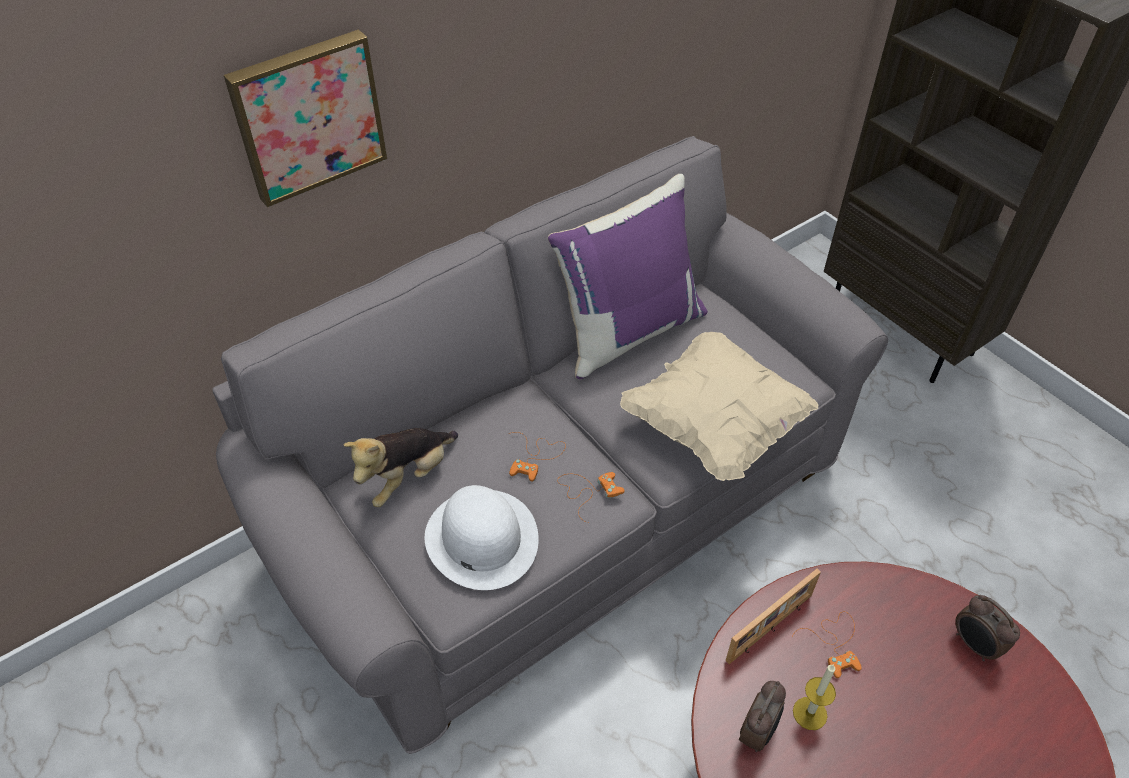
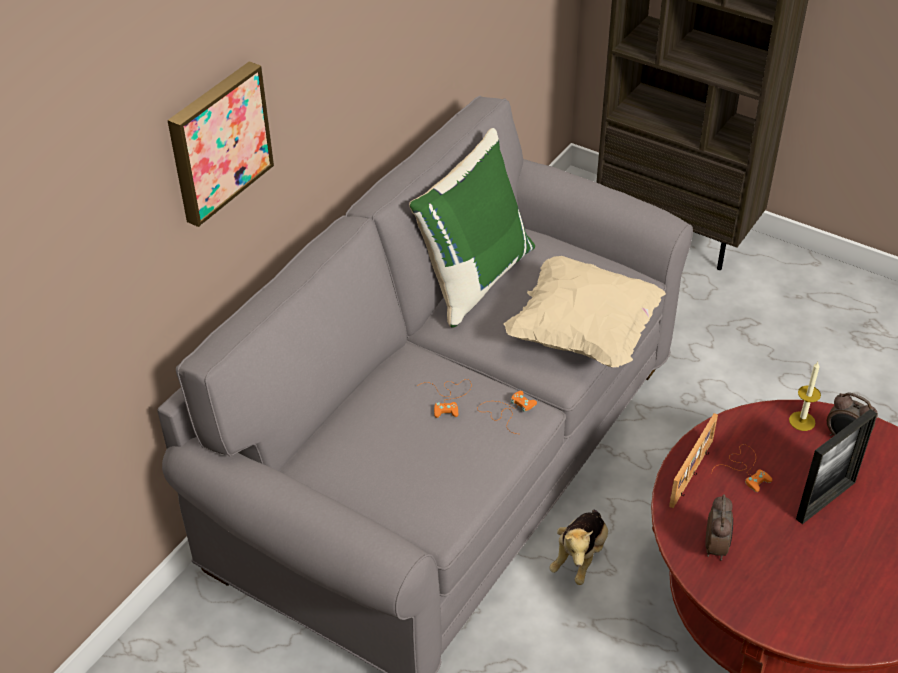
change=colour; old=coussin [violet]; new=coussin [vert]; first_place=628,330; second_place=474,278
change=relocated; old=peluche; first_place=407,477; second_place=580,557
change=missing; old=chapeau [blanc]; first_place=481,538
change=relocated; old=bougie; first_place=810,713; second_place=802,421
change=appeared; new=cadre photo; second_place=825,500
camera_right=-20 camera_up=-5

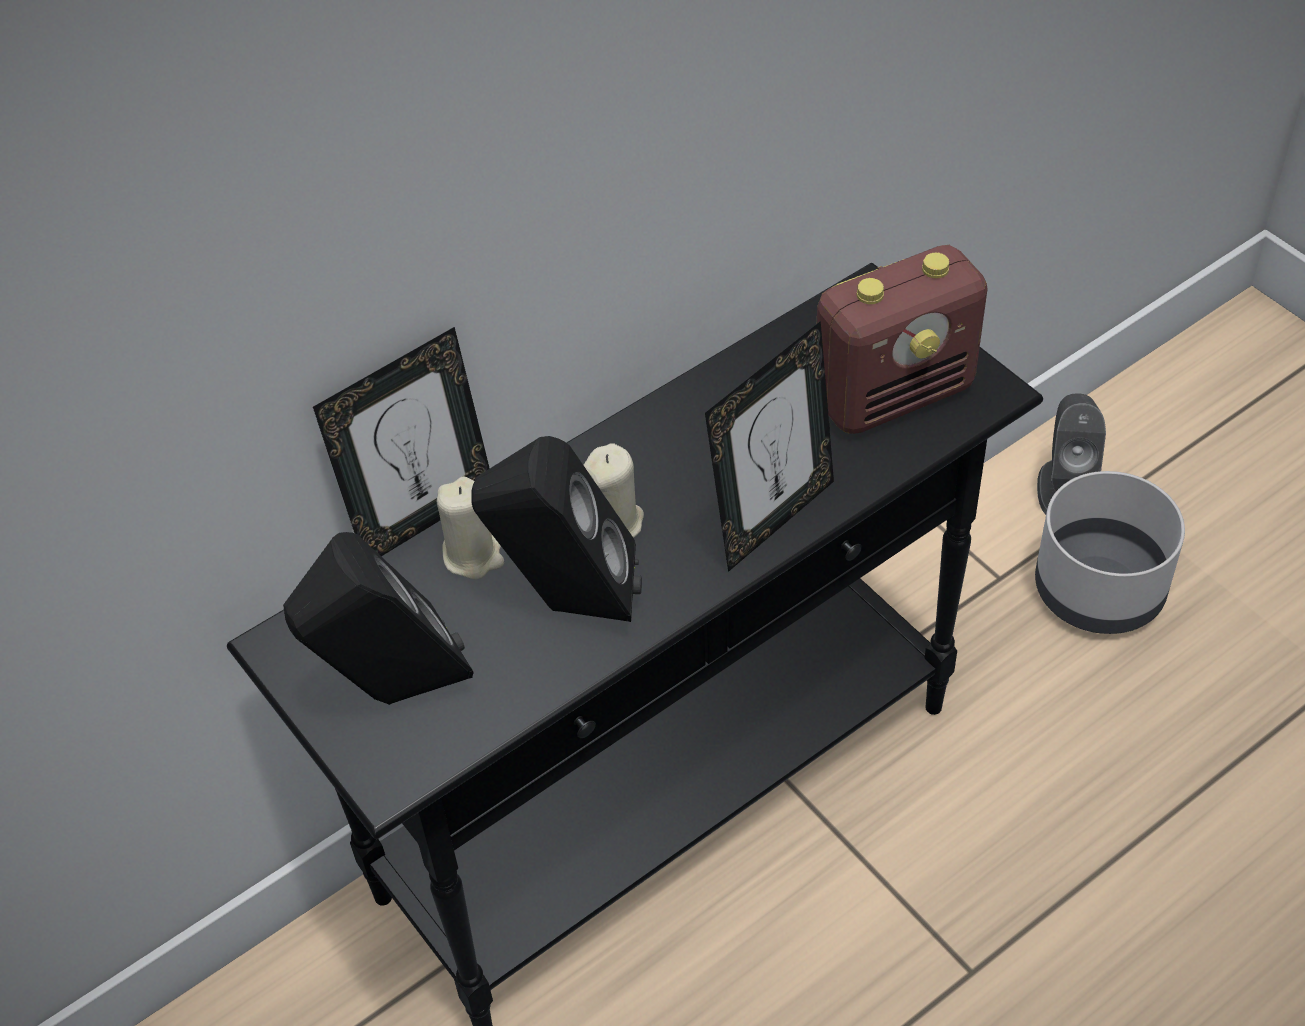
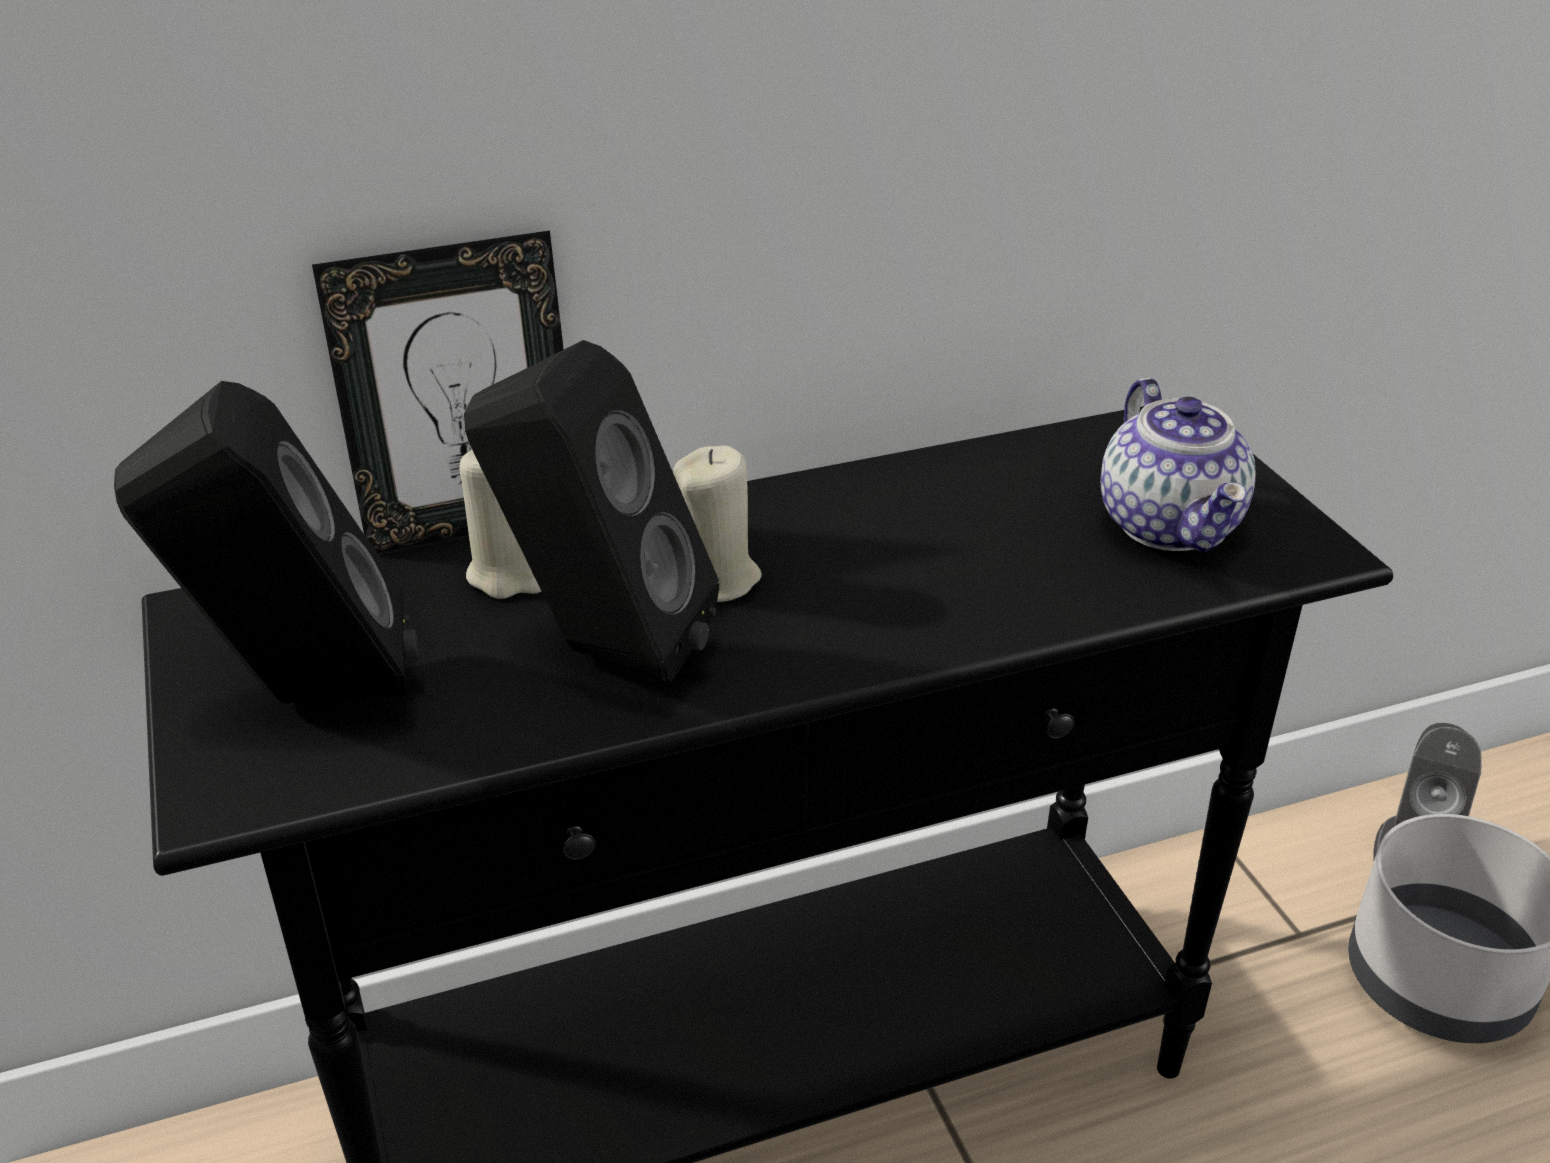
change=exchanged; old=radio; new=théière; first_place=894,394; second_place=1171,525
change=missing; old=cadre photo; first_place=772,518
camera_right=15 camera_up=-15

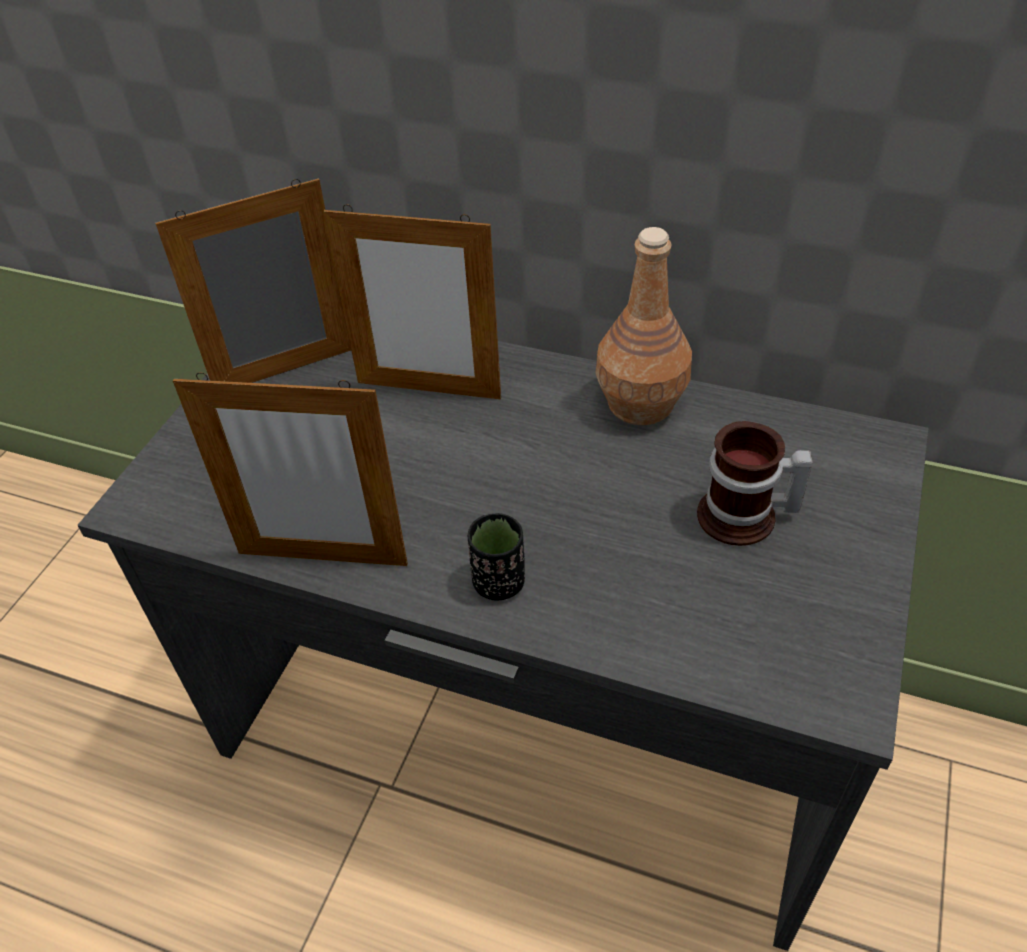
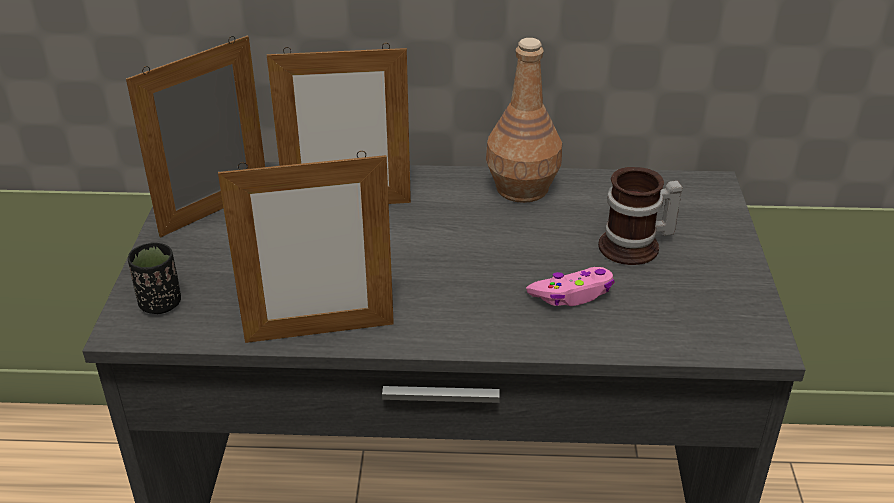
change=relocated; old=tasse [noir]; first_place=499,582; second_place=160,304
change=appeared; new=manette [rose]; second_place=573,294
camera_right=-20 camera_up=-10

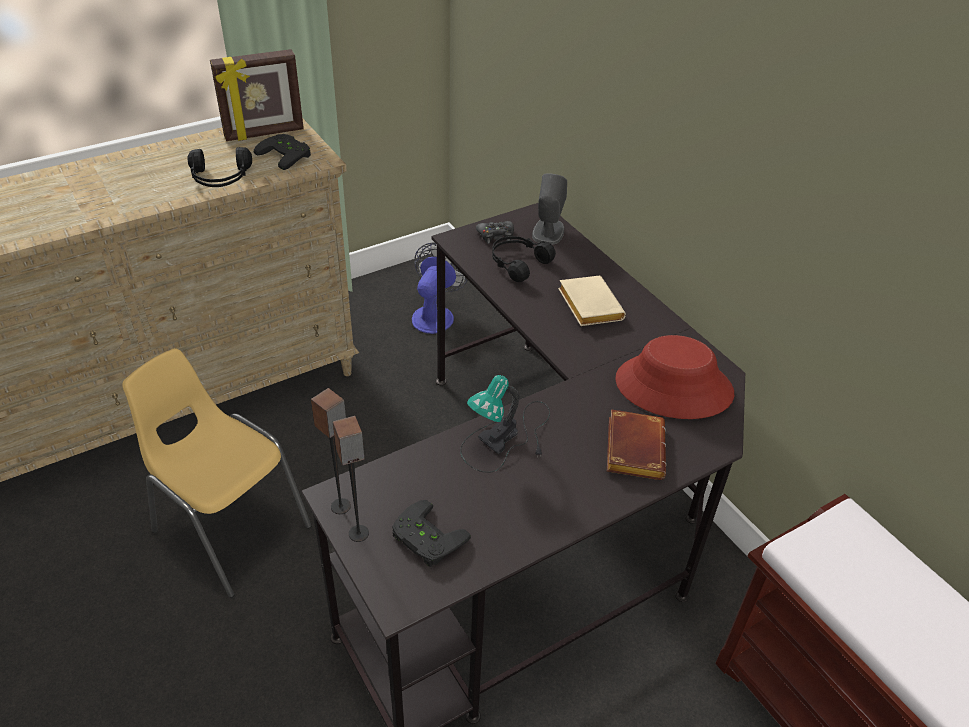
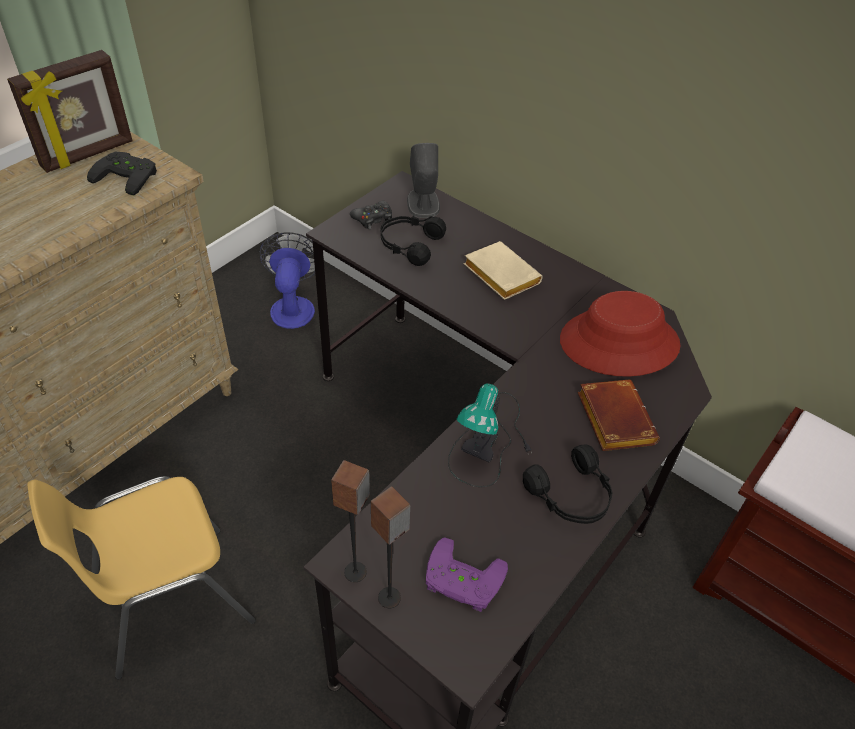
change=relocated; old=casque audio [noir]; first_place=220,178; second_place=571,496
change=spun; old=chaise [jaune]; first_place=230,528; second_place=170,601; degrees=-45
change=colour; old=manette [noir]; new=manette [violet]; first_place=425,539; second_place=461,582
camera_right=-20 camera_up=5

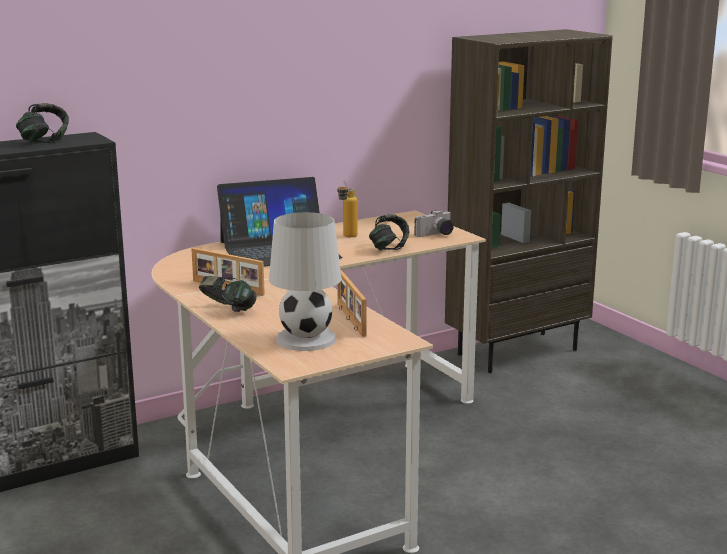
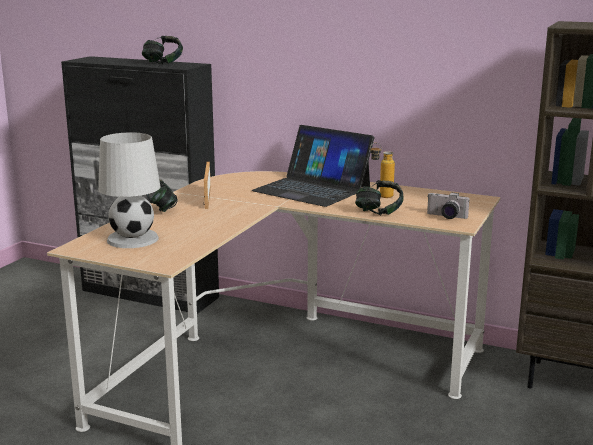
change=missing; old=cadre photo; first_place=349,319
camera_right=55 camera_up=0

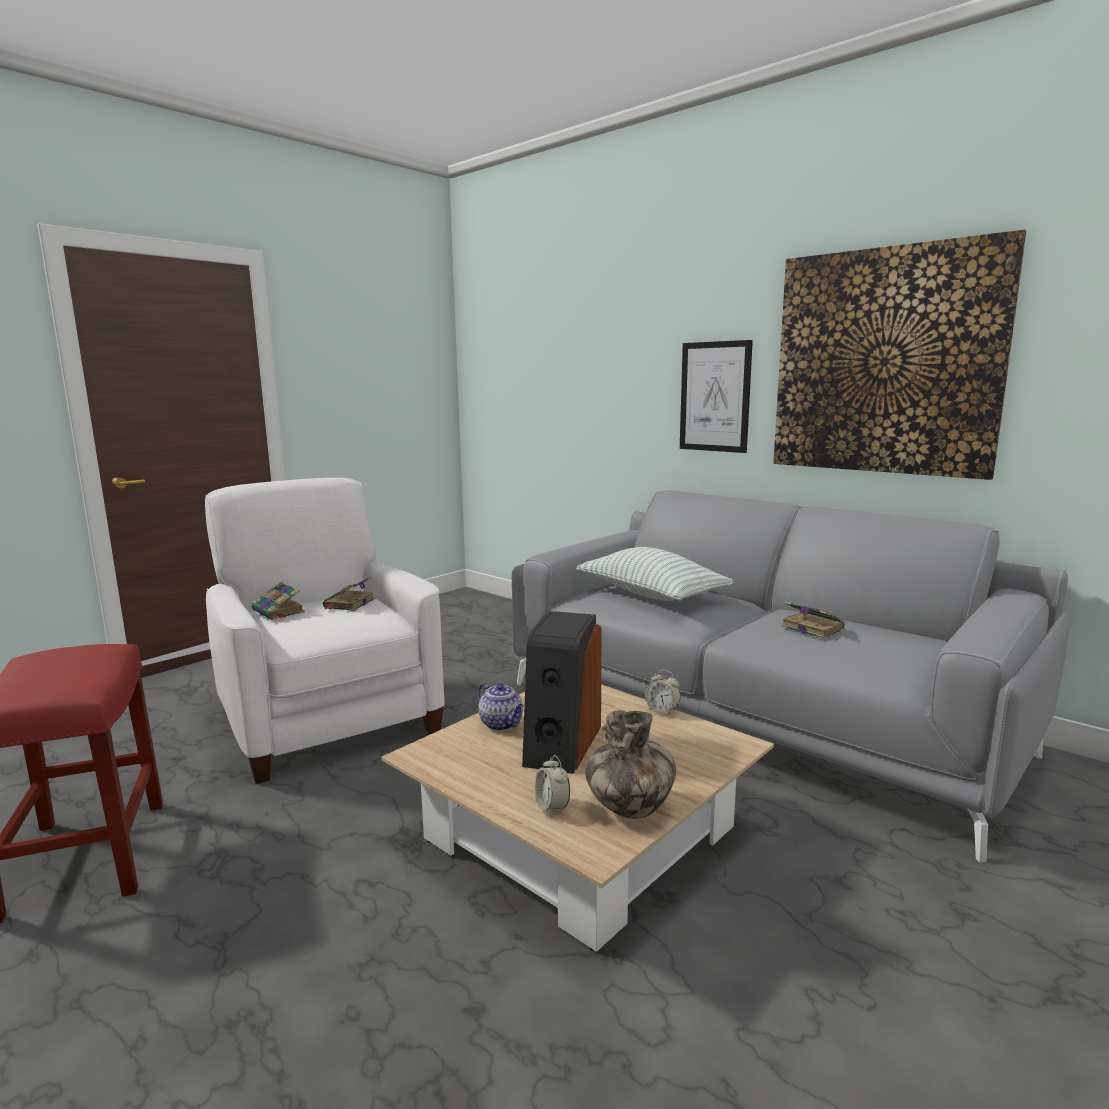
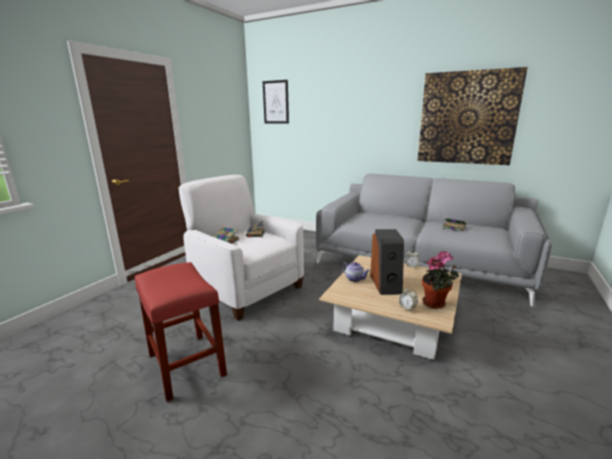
change=relocated; old=tableau; first_place=714,397; second_place=276,102
change=missing; old=coussin; first_place=651,595
change=exchanged; old=vase; new=plante en pot; first_place=631,808; second_place=436,304
camera_right=-15 camera_up=5

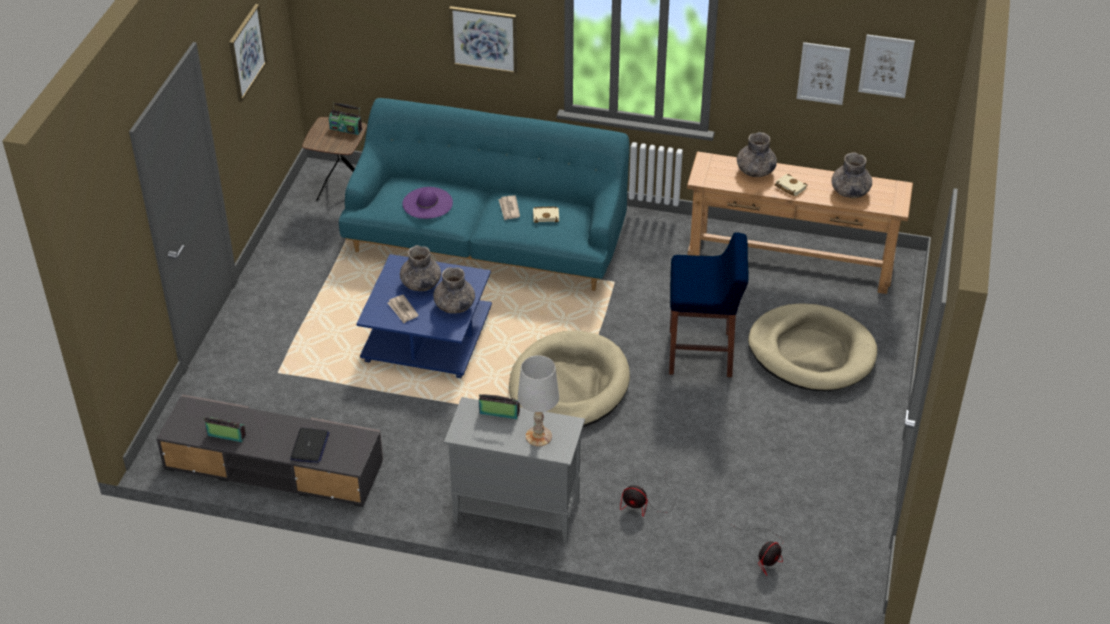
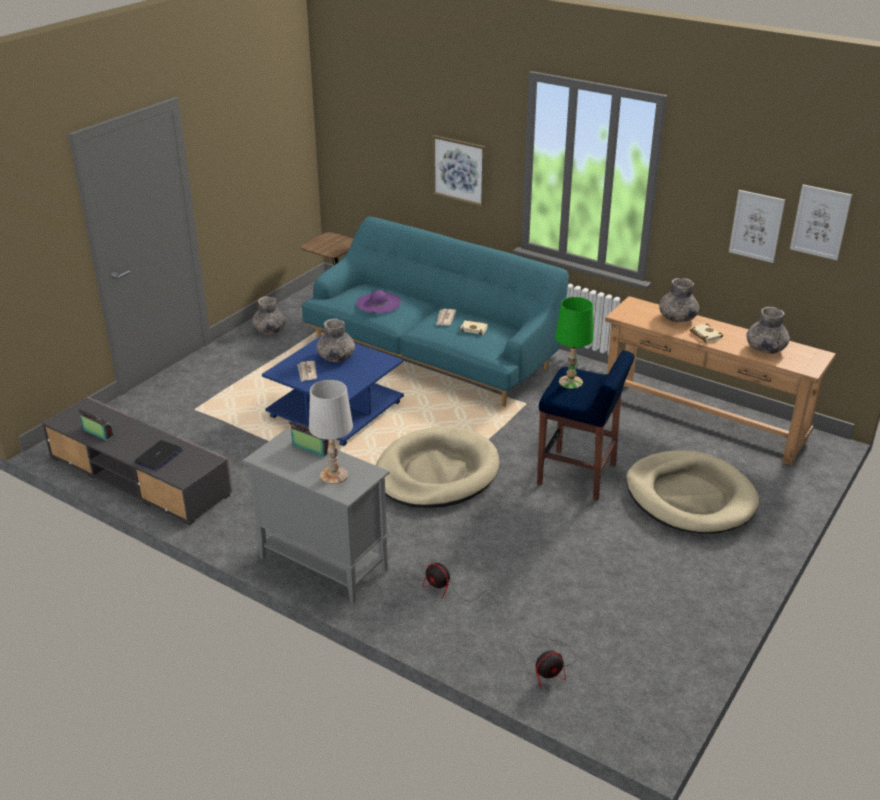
change=missing; old=tableau; first_place=246,52
change=missing; old=radio; first_place=346,128
change=relocated; old=vase [gris]; first_place=454,305; second_place=269,330
change=appeared; new=lampe de table [vert]; second_place=570,382
camera_right=20 camera_up=-10

